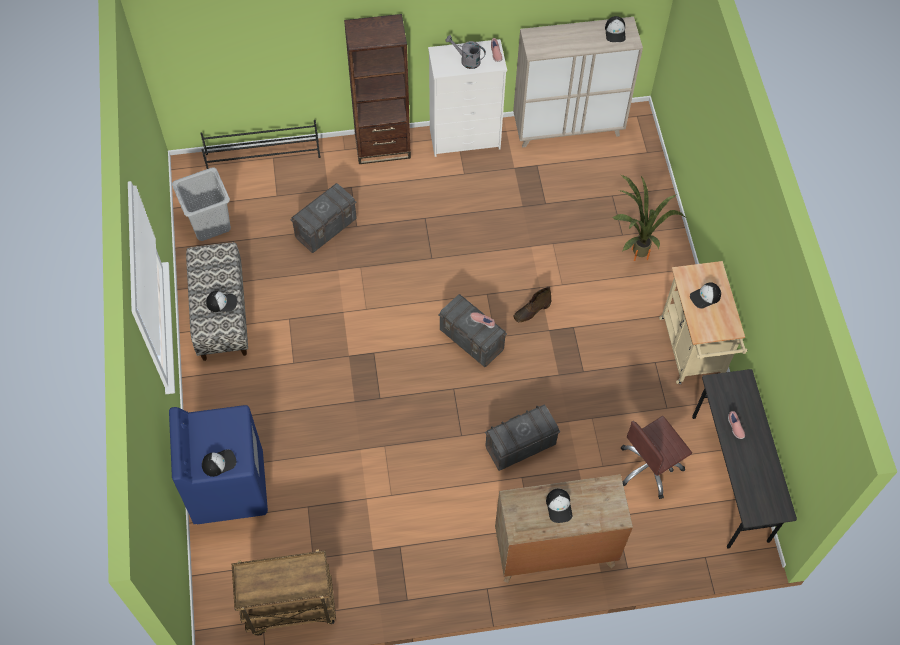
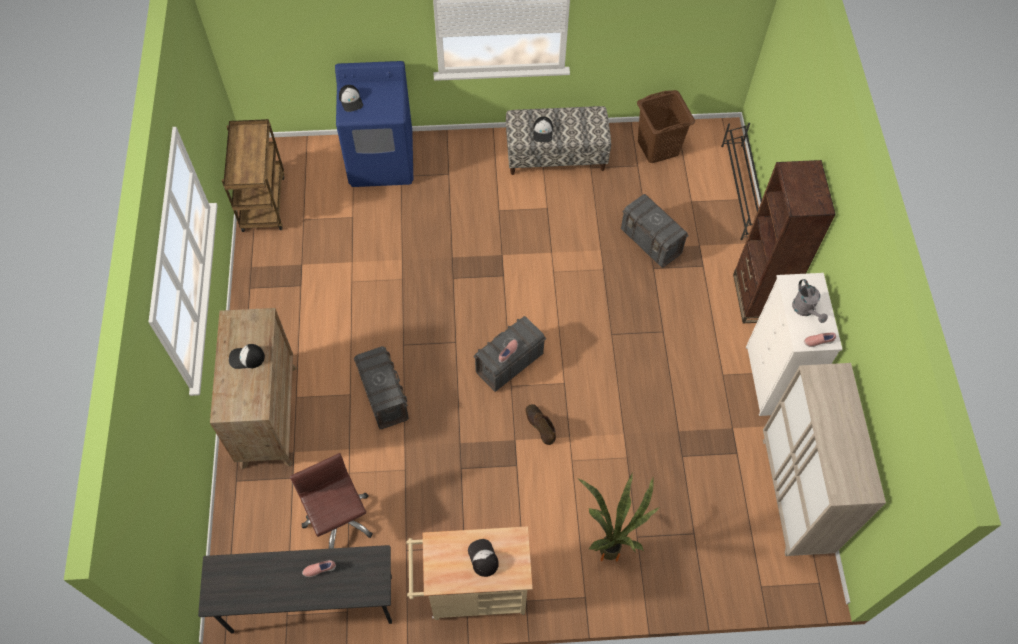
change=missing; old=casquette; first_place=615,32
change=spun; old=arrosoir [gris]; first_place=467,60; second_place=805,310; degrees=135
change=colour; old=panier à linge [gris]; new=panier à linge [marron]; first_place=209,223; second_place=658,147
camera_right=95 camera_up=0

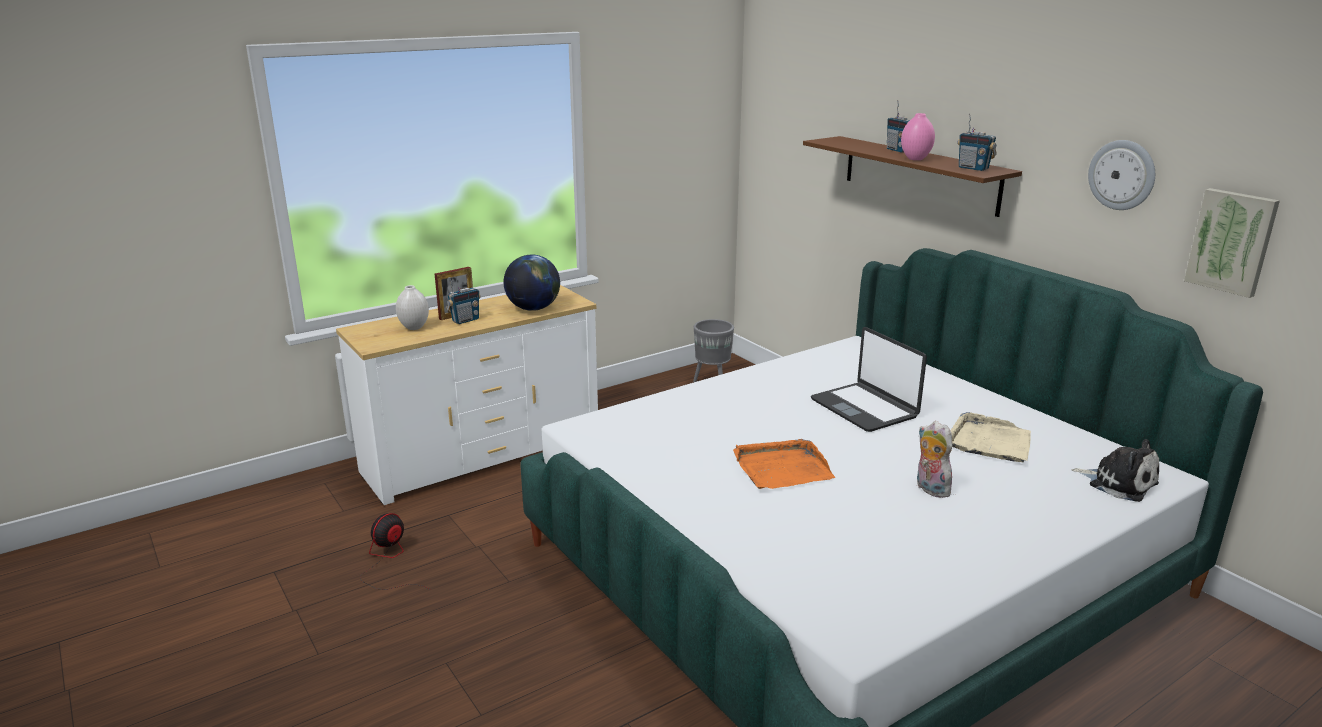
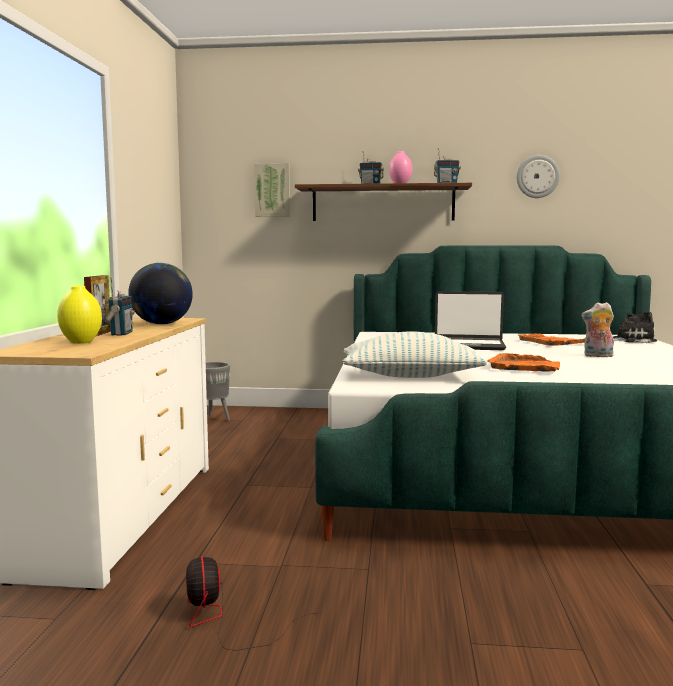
change=relocated; old=tableau; first_place=1232,241; second_place=272,190
change=colour; old=vase [blanc]; new=vase [jaune]; first_place=414,327; second_place=82,342
change=colour; old=plateau [beige]; new=plateau [orange]; first_place=990,442; second_place=553,342
change=appeared; new=coussin; second_place=411,376
camera_right=-50 camera_up=-15

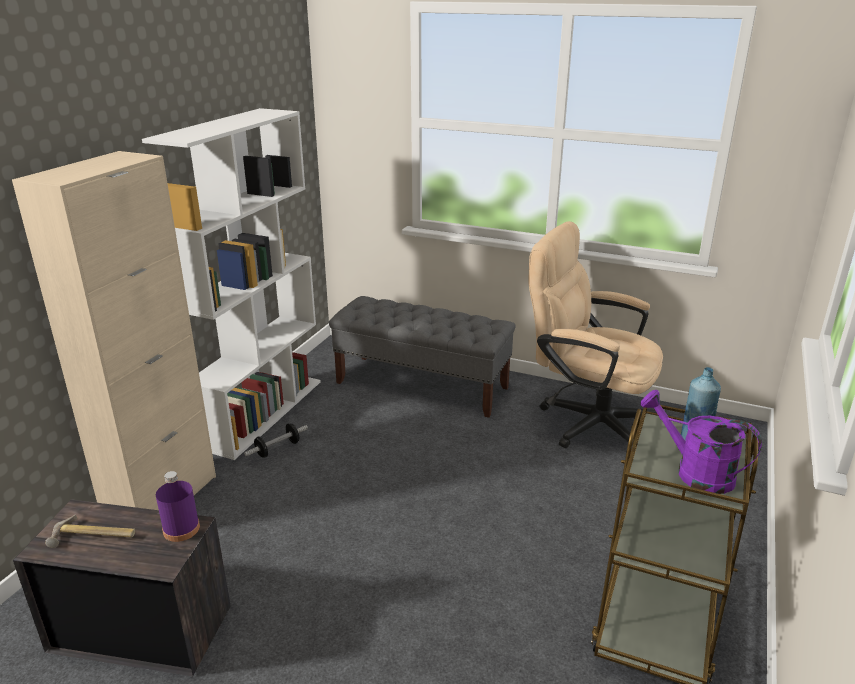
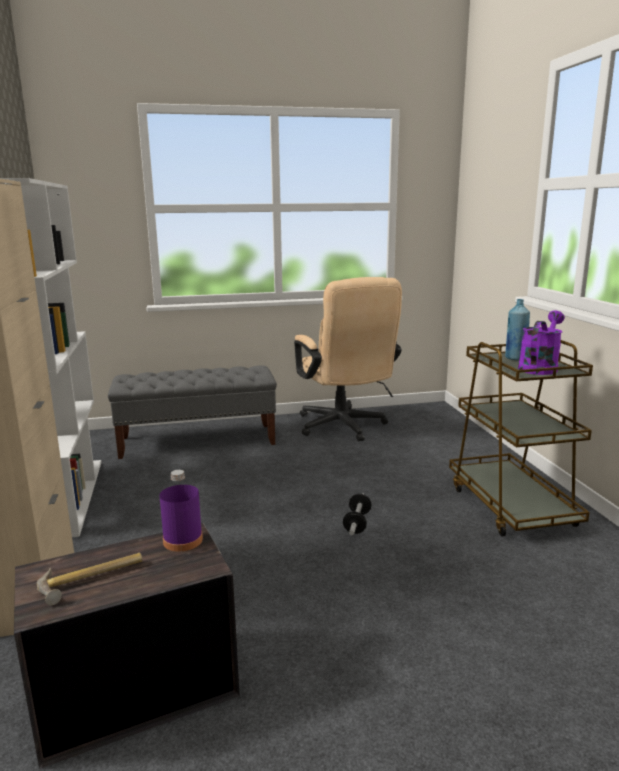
change=spun; old=chaise de bureau [beige]; first_place=587,421; second_place=344,428; degrees=-105
change=spun; old=arrosoir [violet]; first_place=694,472; second_place=539,367; degrees=120
change=relocated; old=haltère; first_place=277,449; second_place=357,523
camera_right=-35 camera_up=-10

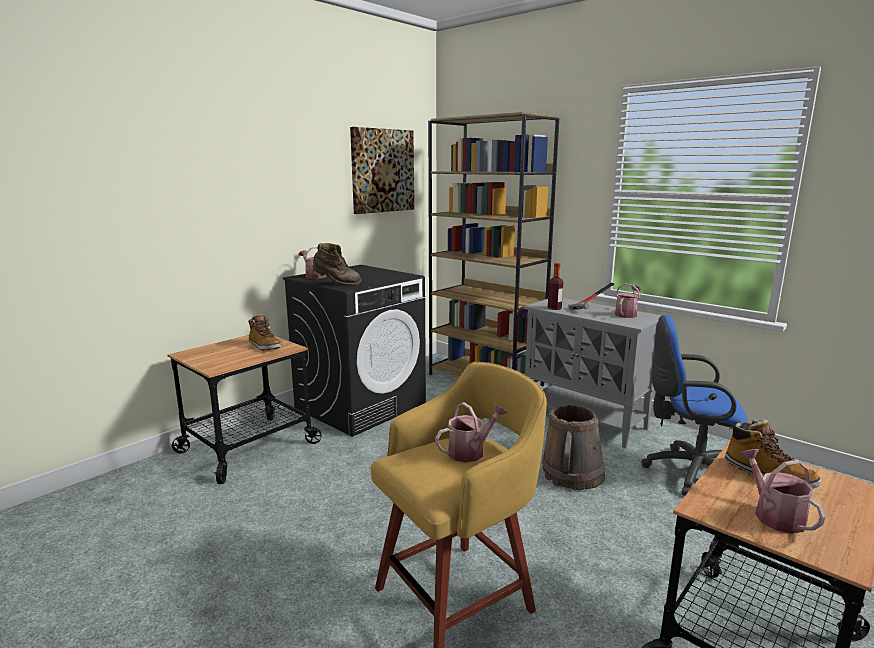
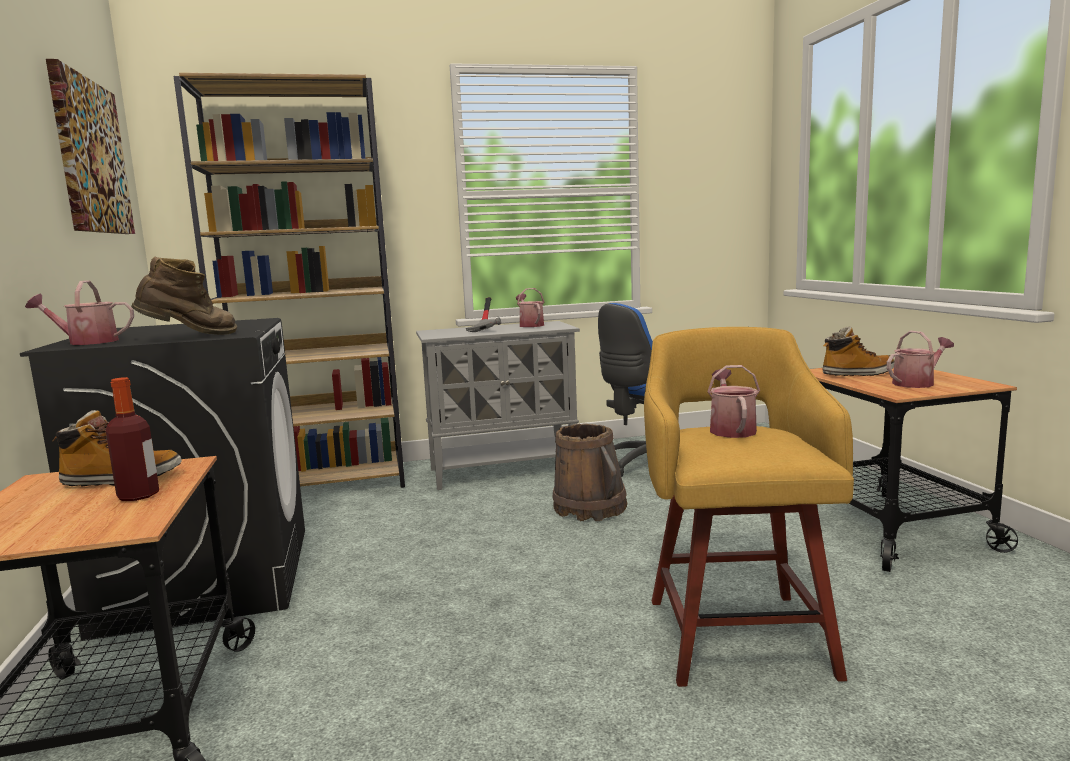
change=relocated; old=bouteille; first_place=554,308; second_place=138,495
change=spun; old=arrosoir; first_place=774,514; second_place=917,383; degrees=135
camera_right=-55 camera_up=-5

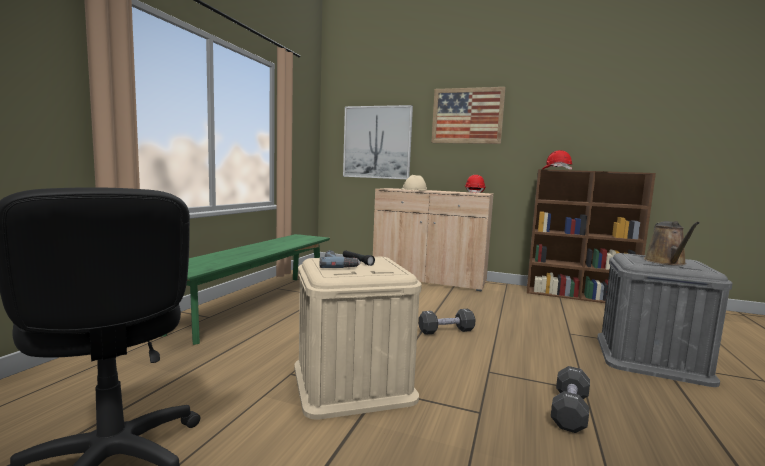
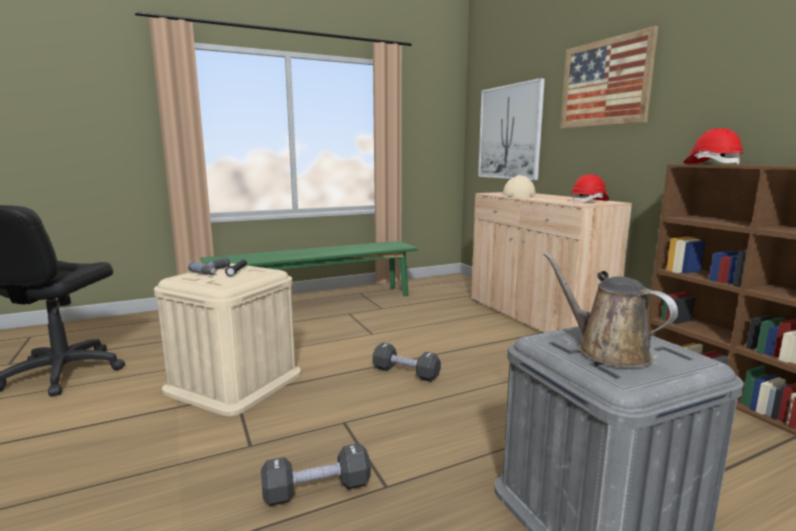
change=spun; old=arrosoir [marron]; first_place=666,262; second_place=607,351; degrees=90
camera_right=45 camera_up=5

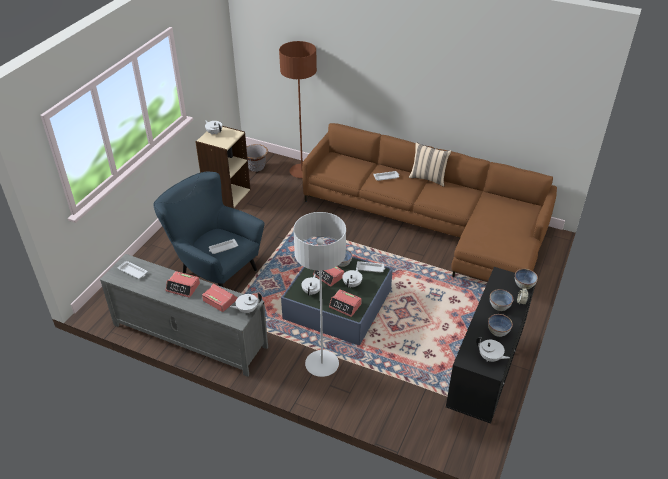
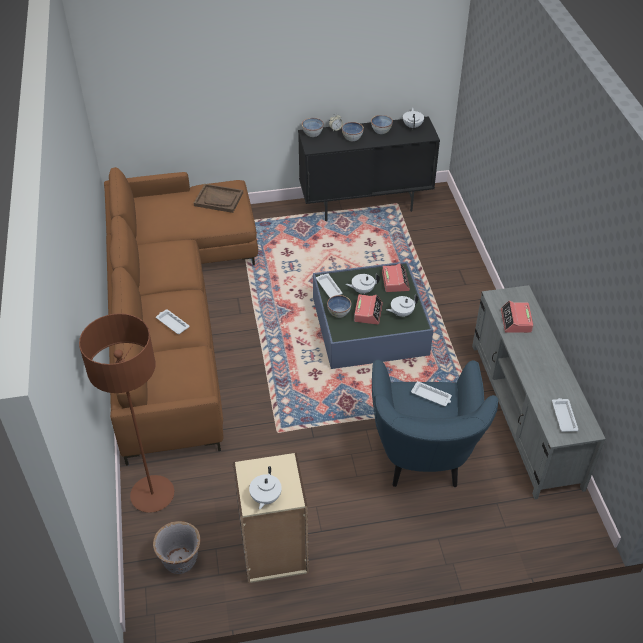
change=missing; old=coussin [beige]; first_place=428,178
change=missing; old=lampadaire [gris]; first_place=322,364
change=missing; old=réveil; first_place=183,287
change=missing; old=théière [blanc]; first_place=247,309
change=appeared; new=plateau [marron]; second_place=219,199
camera_right=-125 camera_up=5

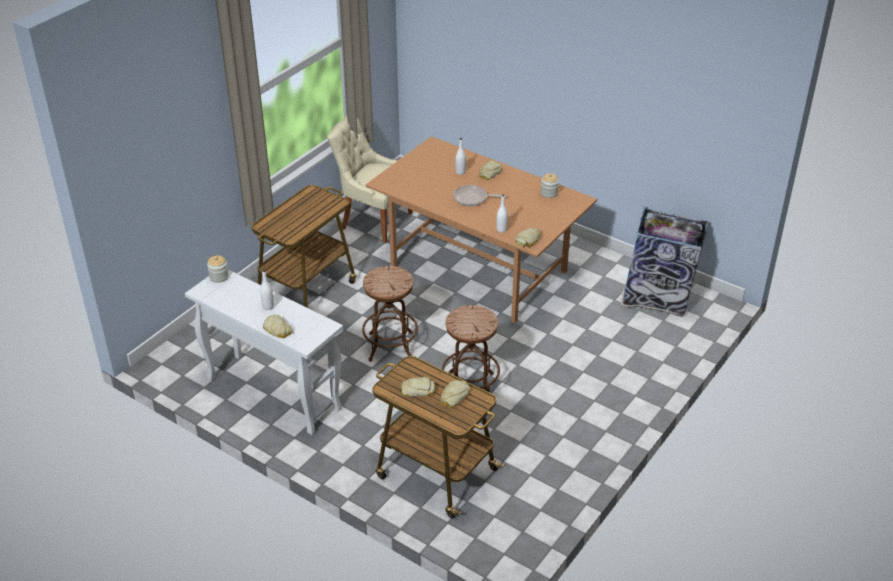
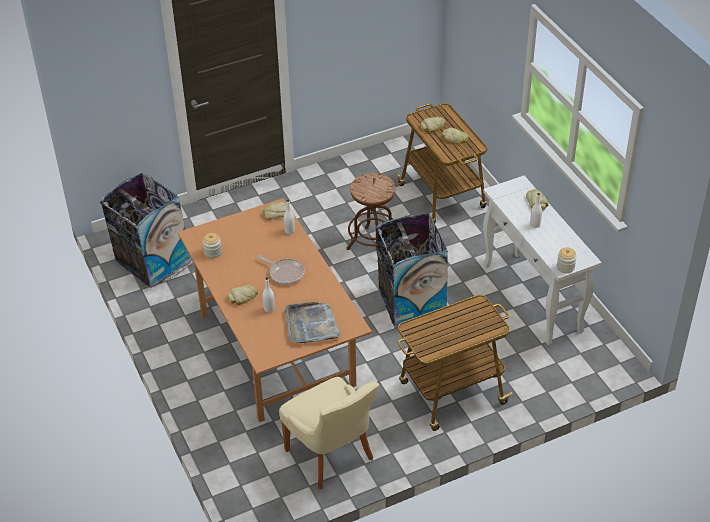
change=exchanged; old=tabouret [marron]; new=poubelle; first_place=390,346; second_place=411,302
change=appeared; new=plateau [gris]; second_place=311,325
camera_right=-150 camera_up=5

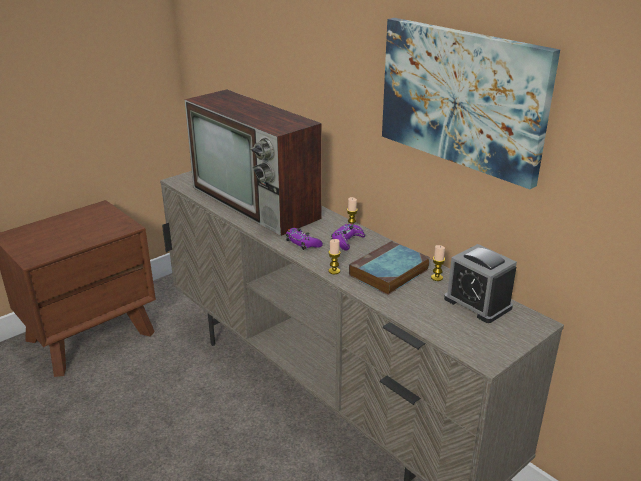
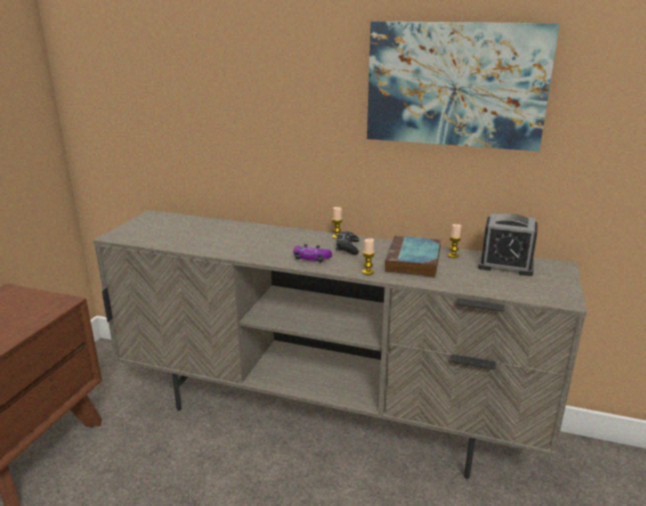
change=missing; old=téléviseur; first_place=257,203
change=colour; old=manette [violet]; new=manette [noir]; first_place=347,241; second_place=347,247
camera_right=-30 camera_up=-5

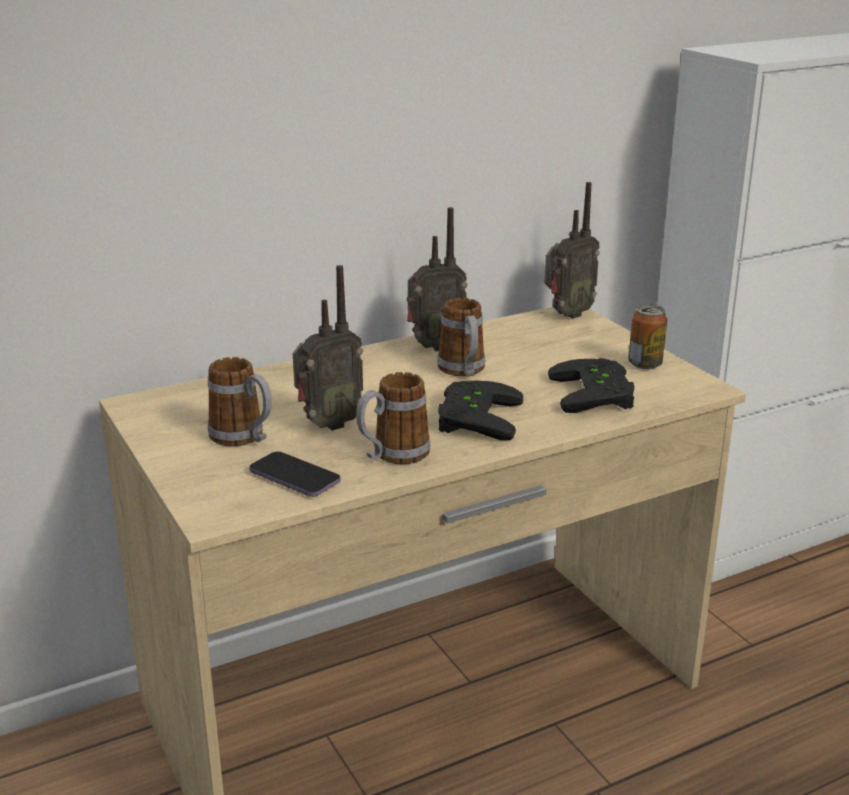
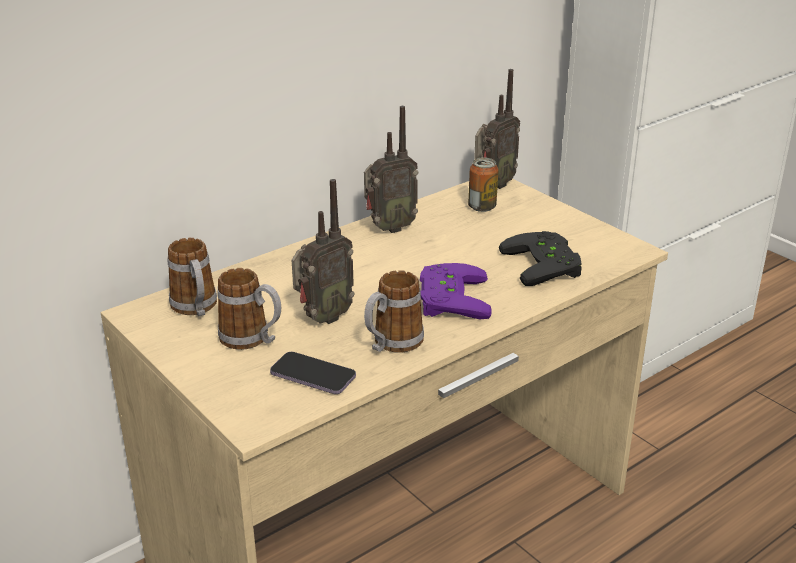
change=relocated; old=mug; first_place=464,371; second_place=196,309
change=relocated; old=boîte métallique; first_place=645,364; second_place=482,207
change=colour; old=manette [noir]; new=manette [violet]; first_place=473,417; second_place=448,298
camera_right=-10 camera_up=5

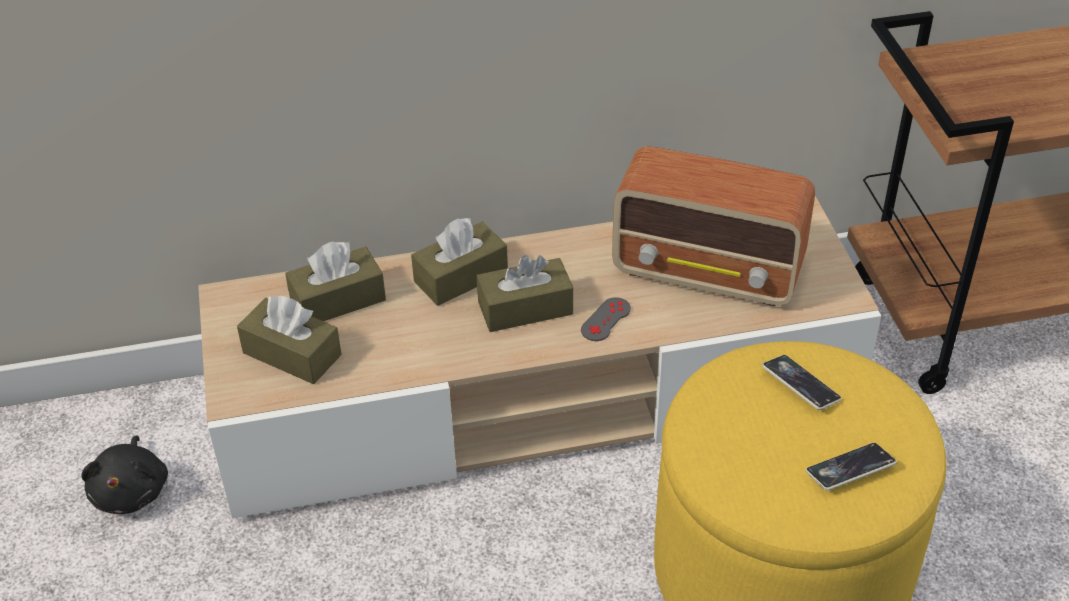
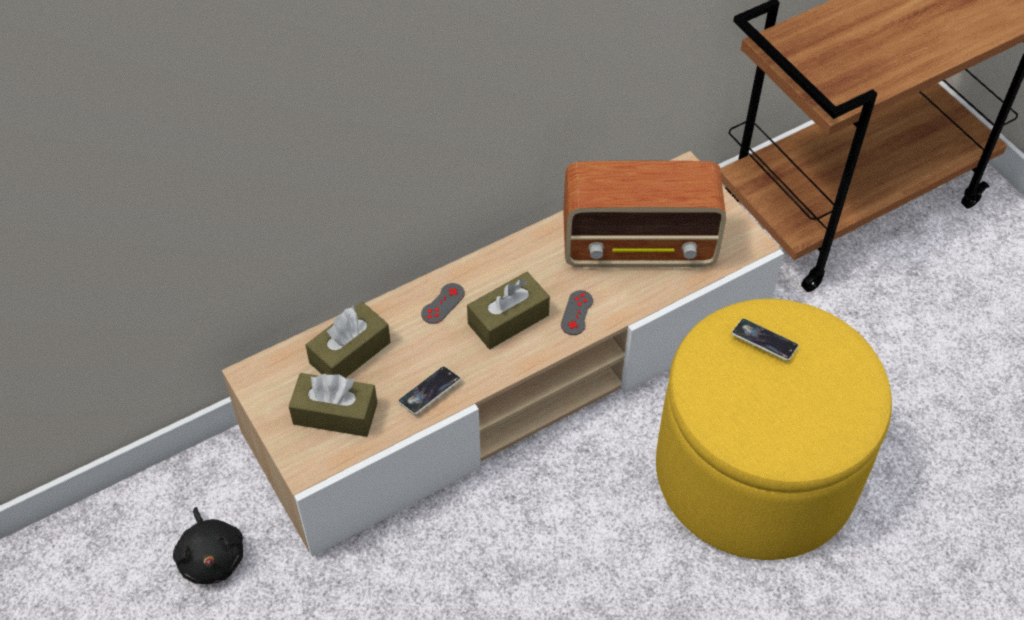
change=exchanged; old=boîte à mouchoirs [marron]; new=manette [gris]; first_place=461,276; second_place=443,303
change=relocated; old=téléphone; first_place=850,470; second_place=429,392
camera_right=-20 camera_up=10

